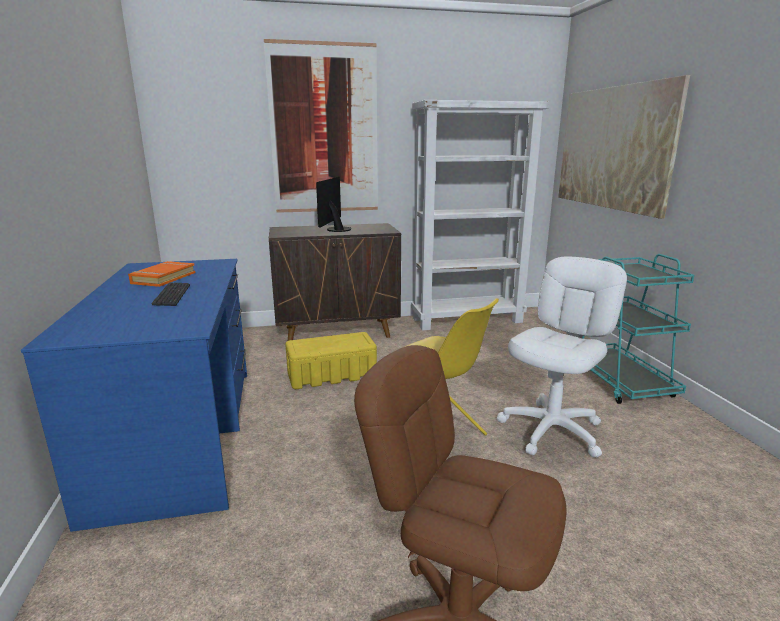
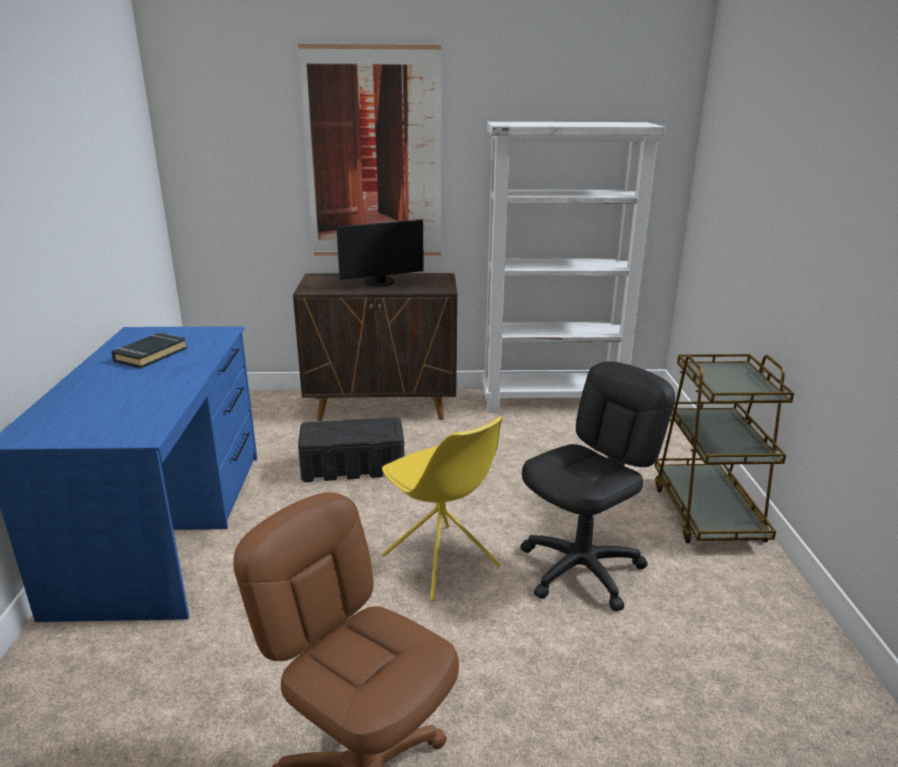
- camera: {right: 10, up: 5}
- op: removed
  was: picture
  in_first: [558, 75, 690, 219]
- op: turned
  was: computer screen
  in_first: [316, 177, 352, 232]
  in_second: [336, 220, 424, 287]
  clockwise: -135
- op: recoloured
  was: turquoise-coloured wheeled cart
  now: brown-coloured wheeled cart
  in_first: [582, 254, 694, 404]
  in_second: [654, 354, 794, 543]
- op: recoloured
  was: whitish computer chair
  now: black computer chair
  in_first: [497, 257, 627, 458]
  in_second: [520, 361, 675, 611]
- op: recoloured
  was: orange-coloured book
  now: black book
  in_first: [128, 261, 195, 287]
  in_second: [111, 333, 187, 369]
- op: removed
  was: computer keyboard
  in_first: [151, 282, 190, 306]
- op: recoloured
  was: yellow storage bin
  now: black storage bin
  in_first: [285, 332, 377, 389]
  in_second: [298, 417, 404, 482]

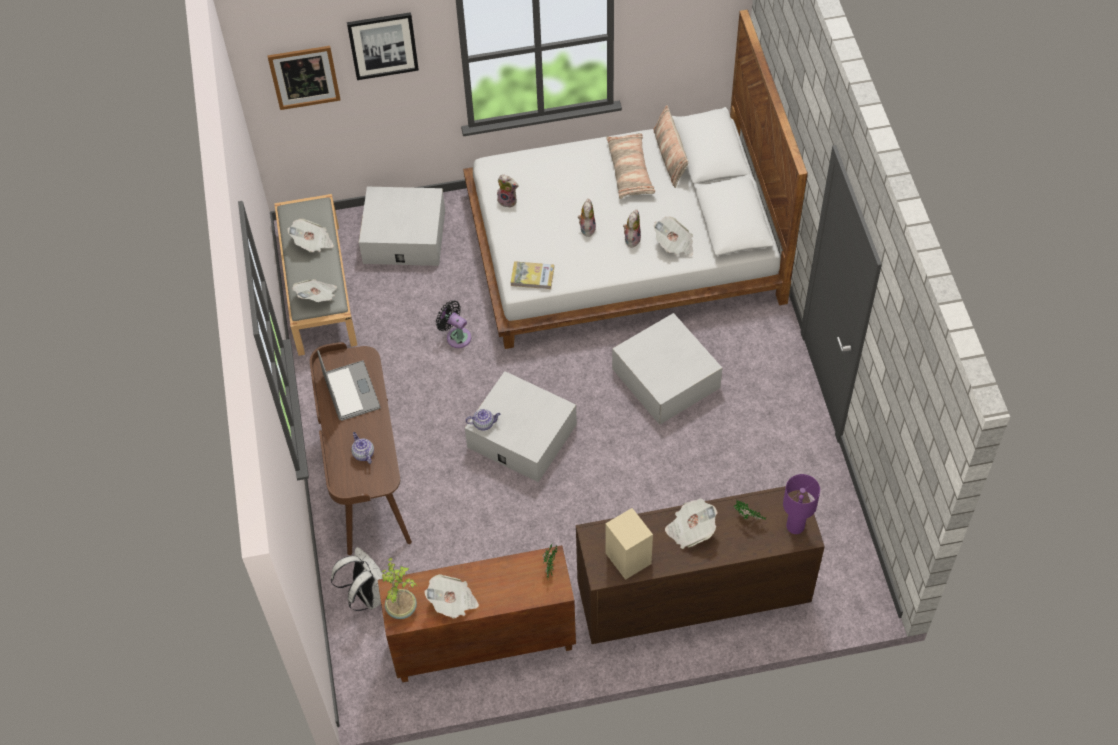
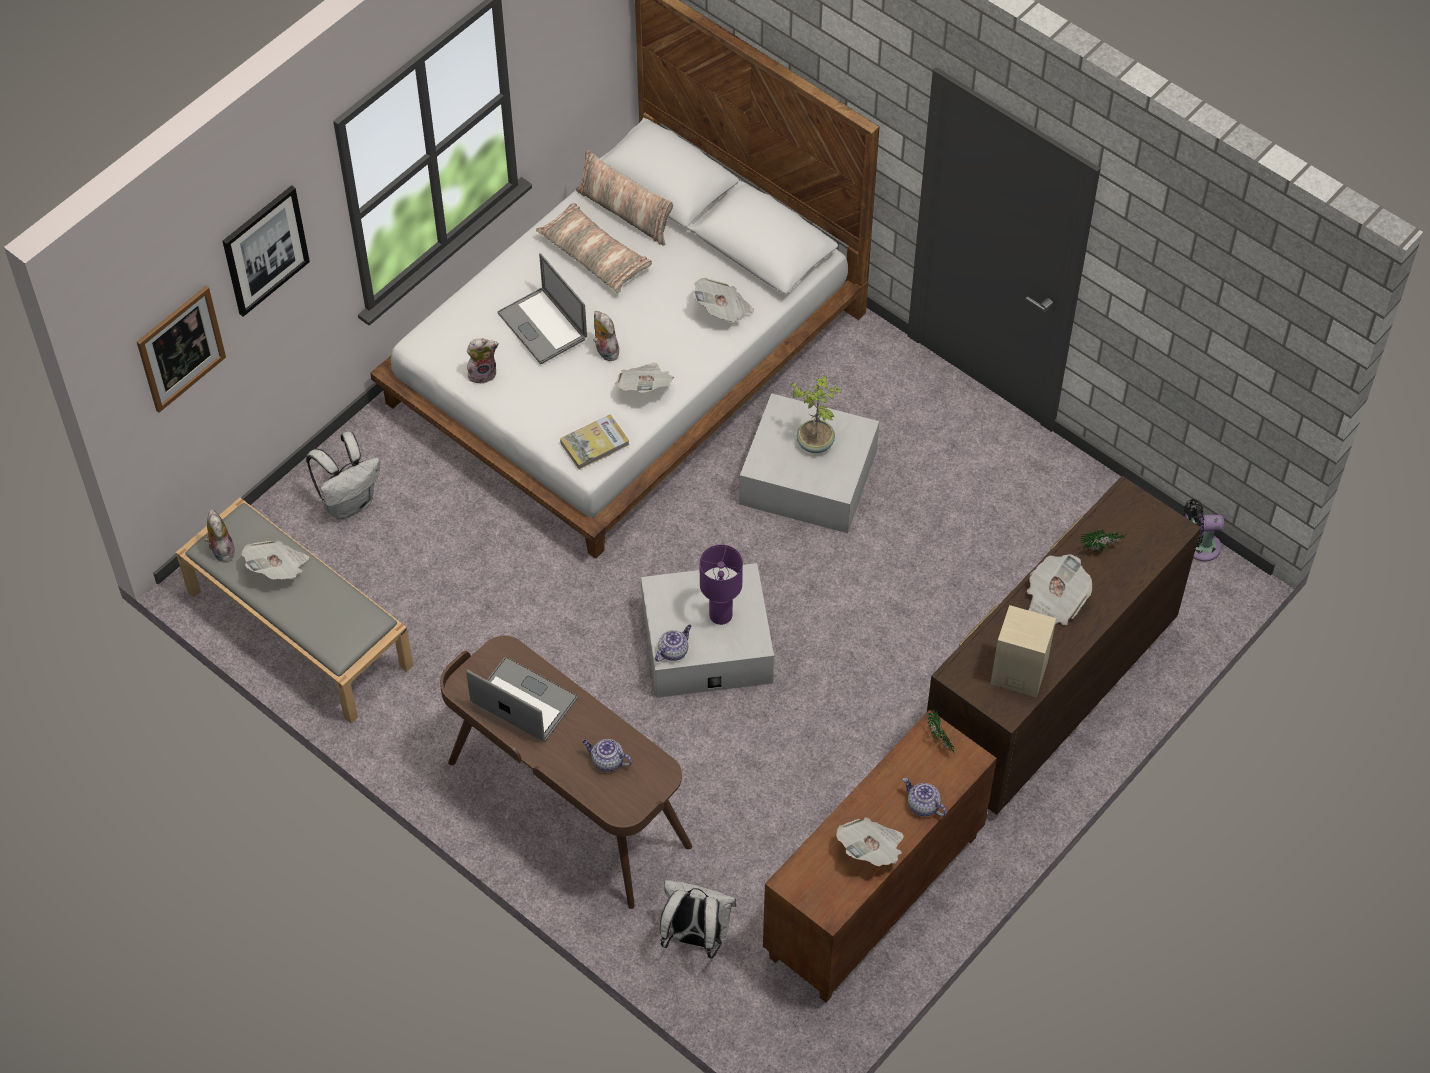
- camera: {right: -40, up: 0}
- op: replaced
  was: whitish storage bin
  now: whitish backpack
  in_first: [359, 187, 445, 266]
  in_second: [306, 432, 380, 519]
- op: moved
  was: plush toy
  in_first: [623, 210, 641, 248]
  in_second: [204, 509, 235, 562]
- op: moved
  was: printed paper
  in_first: [292, 279, 337, 302]
  in_second: [616, 363, 674, 393]
- op: moved
  was: black cooling fan
  in_first: [436, 300, 471, 348]
  in_second: [1184, 499, 1224, 562]
- op: moved
  was: purple lamp for a table
  in_first: [783, 474, 820, 534]
  in_second: [700, 545, 743, 625]
- op: moved
  was: houseplant
  in_first: [382, 558, 417, 619]
  in_second: [791, 376, 842, 453]
- op: added
  now: notebook computer
  in_second: [497, 253, 587, 364]
- op: added
  now: tea pot
  in_second: [903, 778, 947, 817]

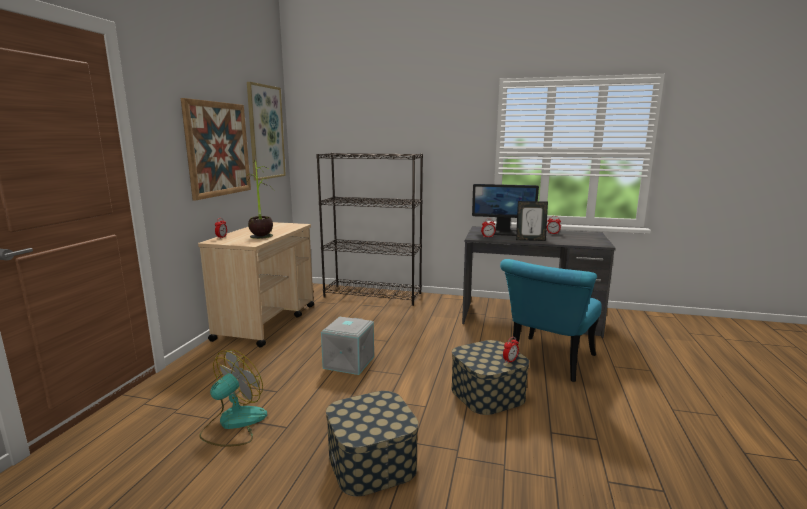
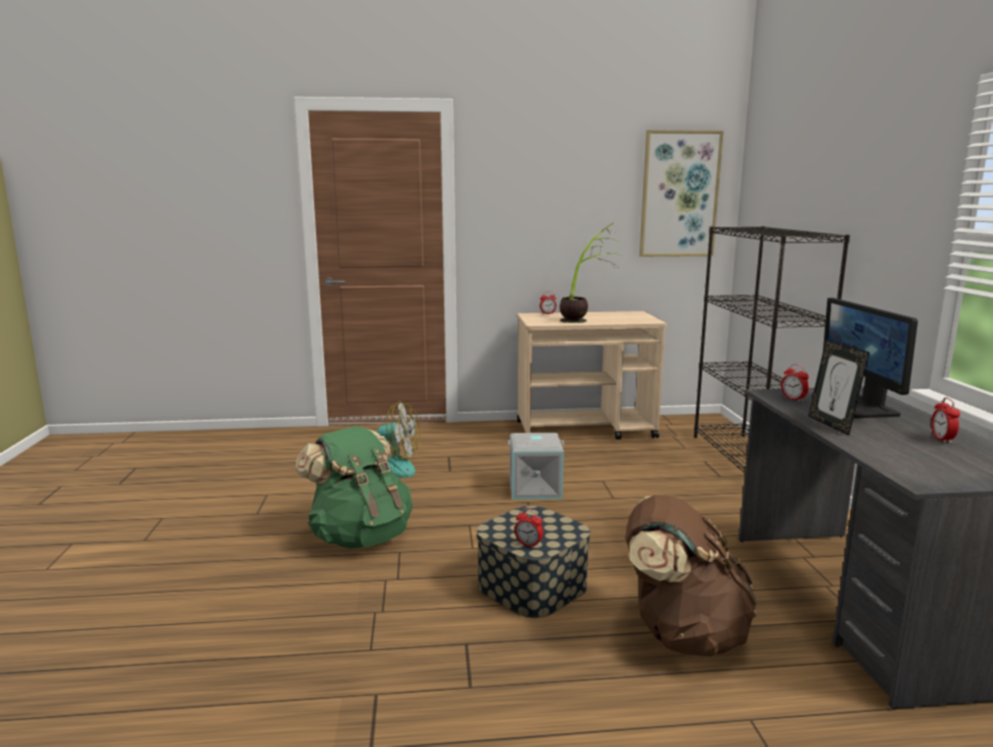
- camera: {right: 70, up: 0}
- op: removed
  was: picture
  in_first: [181, 98, 251, 200]
- op: replaced
  was: turquoise-coloured upright chair
  now: brown-coloured backpack
  in_first: [500, 259, 602, 382]
  in_second: [625, 495, 757, 656]
- op: replaced
  was: storage bin
  now: green backpack
  in_first: [326, 391, 418, 496]
  in_second: [295, 426, 413, 549]

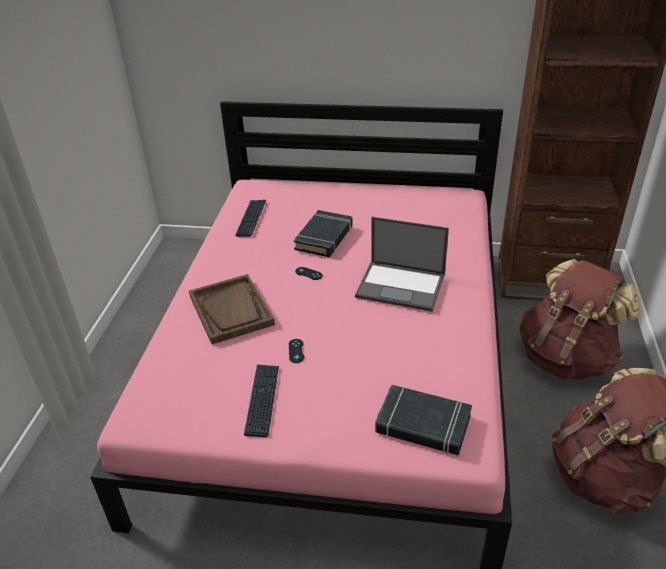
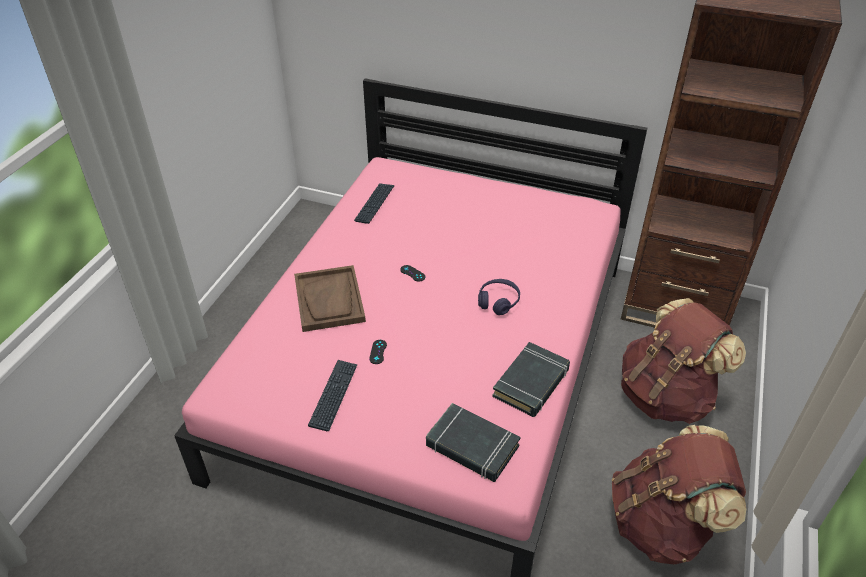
- camera: {right: 10, up: 5}
- op: moved
  was: black book
  in_first: [294, 210, 353, 257]
  in_second: [492, 342, 570, 417]
- op: replaced
  was: notebook computer
  now: purple pair of headphones
  in_first: [355, 217, 449, 312]
  in_second: [478, 279, 520, 315]

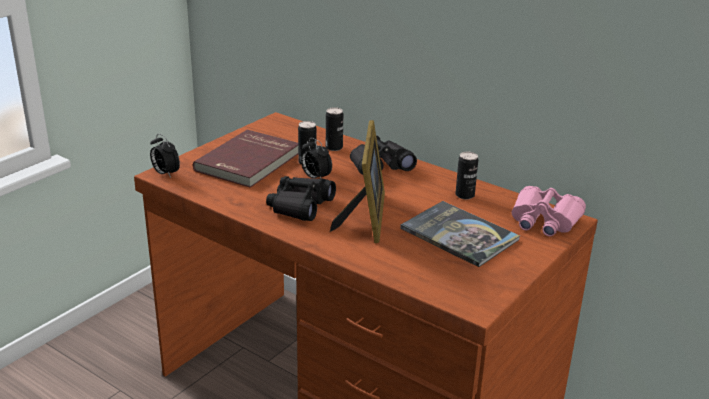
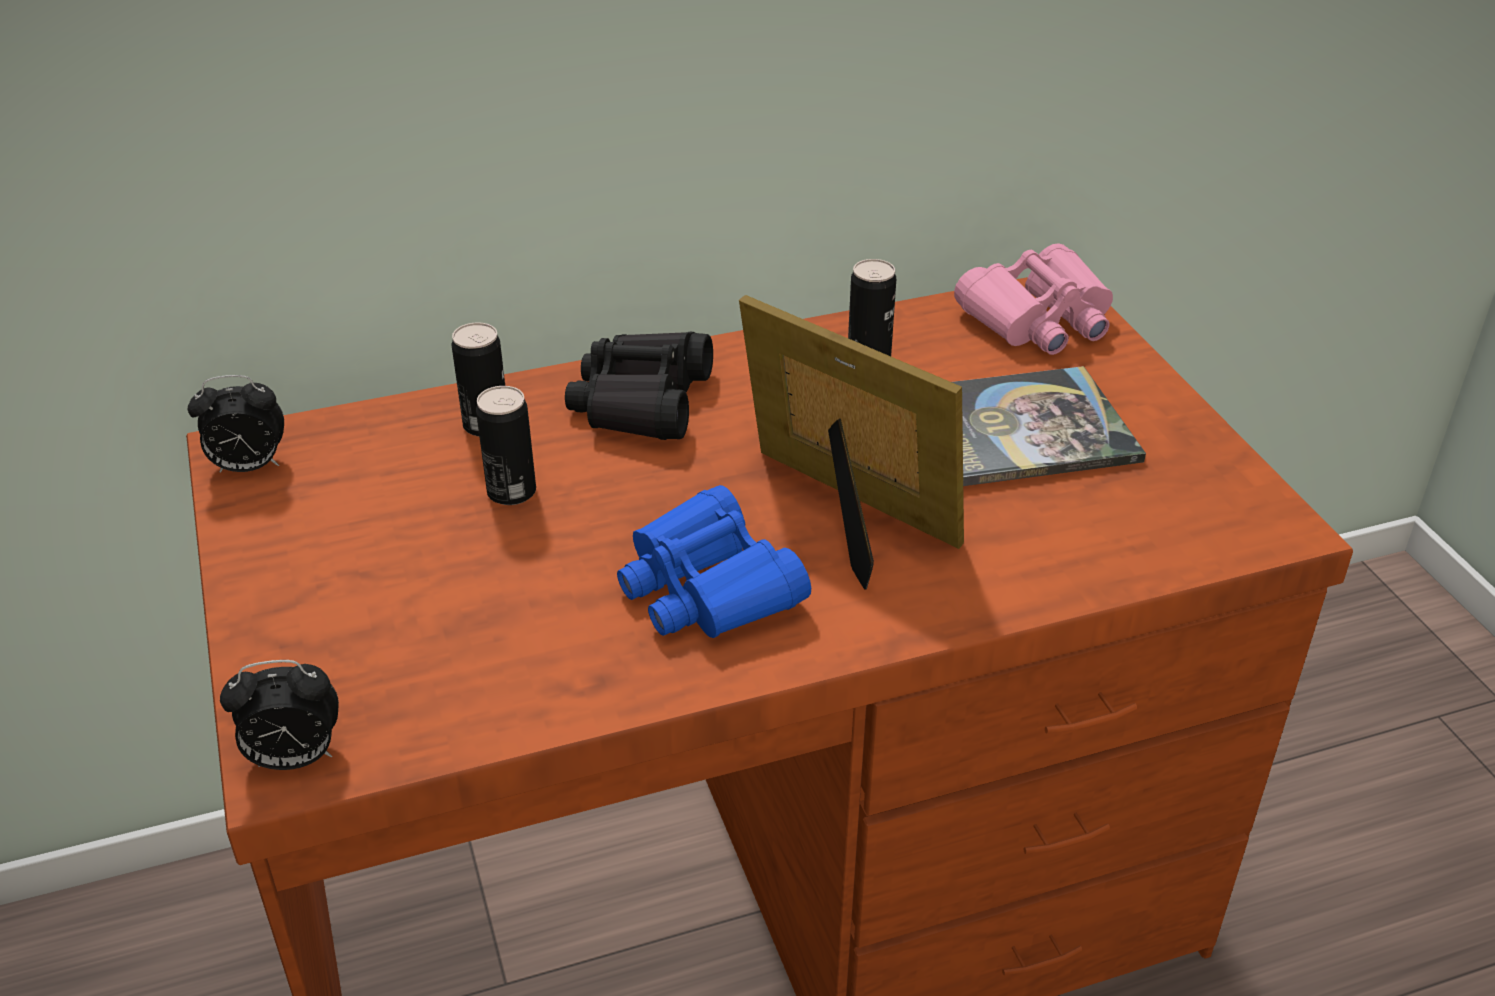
- camera: {right: -55, up: 10}
- op: removed
  was: red book
  in_first: [193, 130, 298, 188]
- op: moved
  was: bedside clock
  in_first: [301, 138, 332, 179]
  in_second: [188, 375, 284, 472]
- op: recoloured
  was: black pair of binoculars
  now: blue-coloured pair of binoculars
  in_first: [266, 176, 336, 221]
  in_second: [617, 485, 811, 638]

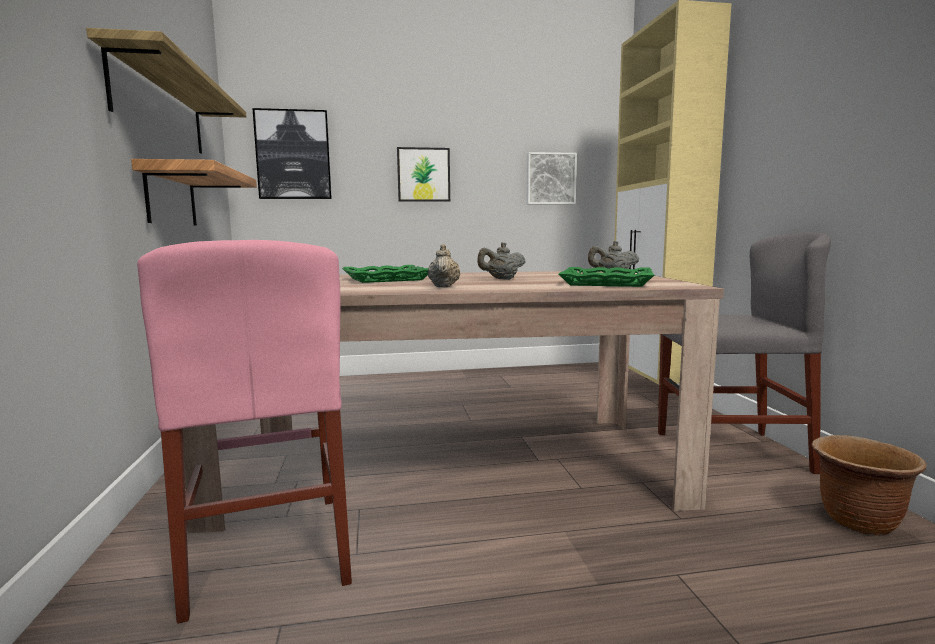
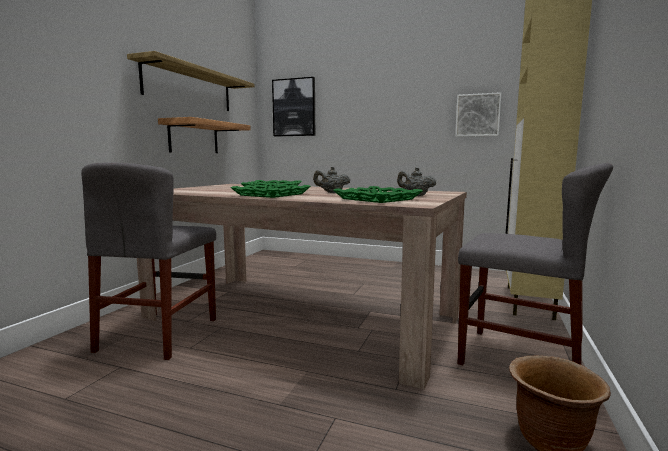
- camera: {right: 30, up: 0}
- op: removed
  was: picture
  in_first: [397, 147, 450, 202]
- op: recoloured
  was: pink-coloured upright chair
  now: gray upright chair
  in_first: [137, 240, 352, 624]
  in_second: [81, 163, 216, 360]
- op: replaced
  was: sand-coloured tea pot
  now: green serving tray
  in_first: [428, 244, 460, 287]
  in_second: [231, 183, 311, 198]

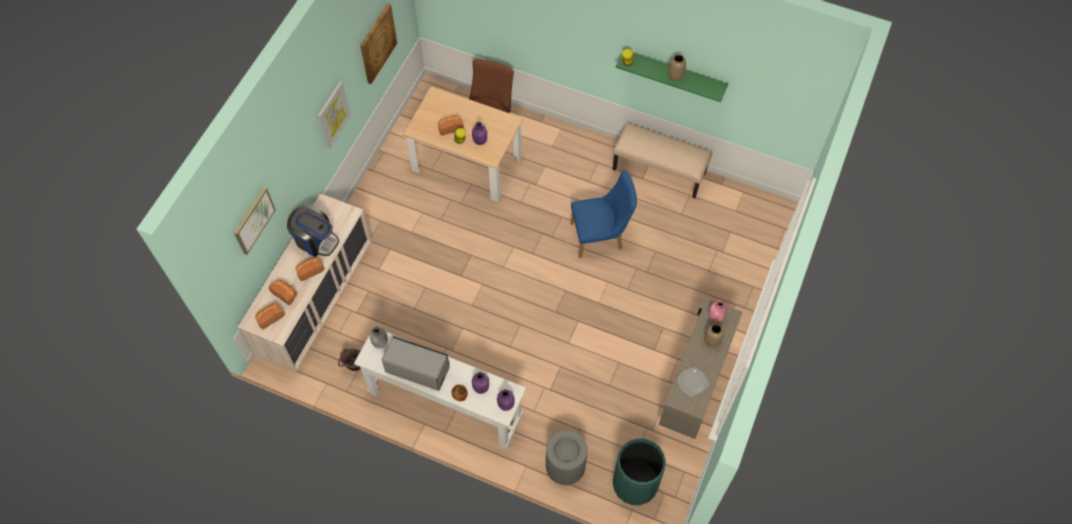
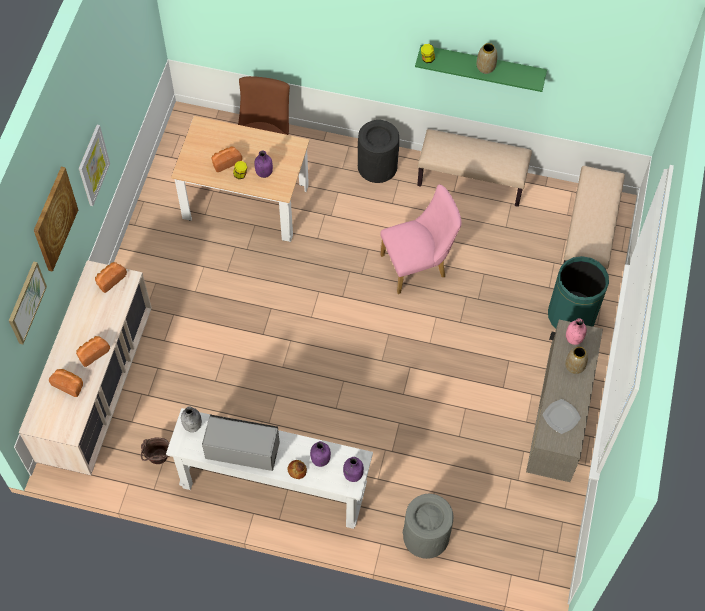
- camera: {right: -10, up: 0}
- op: moved
  was: picture
  in_first: [360, 3, 397, 84]
  in_second: [34, 167, 78, 272]
- op: recoloured
  was: blue-coloured upright chair
  now: pink-coloured upright chair
  in_first: [571, 170, 637, 258]
  in_second: [380, 184, 461, 294]
- op: removed
  was: coffee maker
  in_first: [287, 204, 340, 257]
- op: moved
  was: bread
  in_first: [255, 303, 285, 329]
  in_second: [95, 262, 127, 293]
- op: moved
  was: green trash can
  in_first: [613, 438, 666, 505]
  in_second: [548, 256, 609, 329]
- op: added
  now: black trash can
  in_second: [358, 120, 399, 183]
- op: added
  now: sand-coloured indoor bench
  in_second: [563, 166, 625, 269]

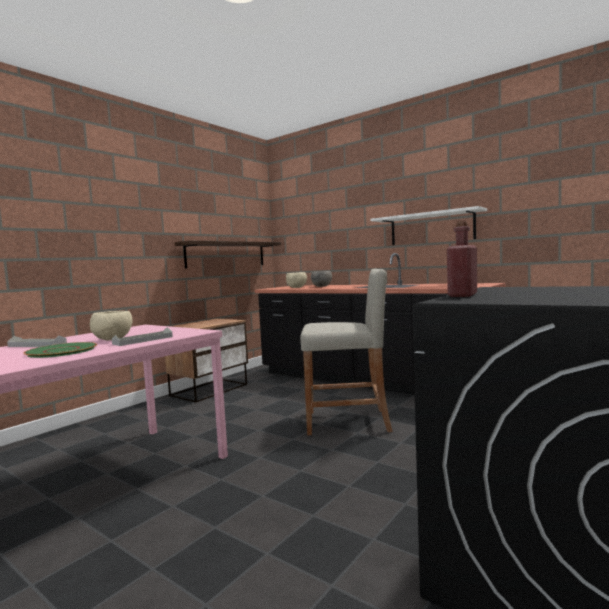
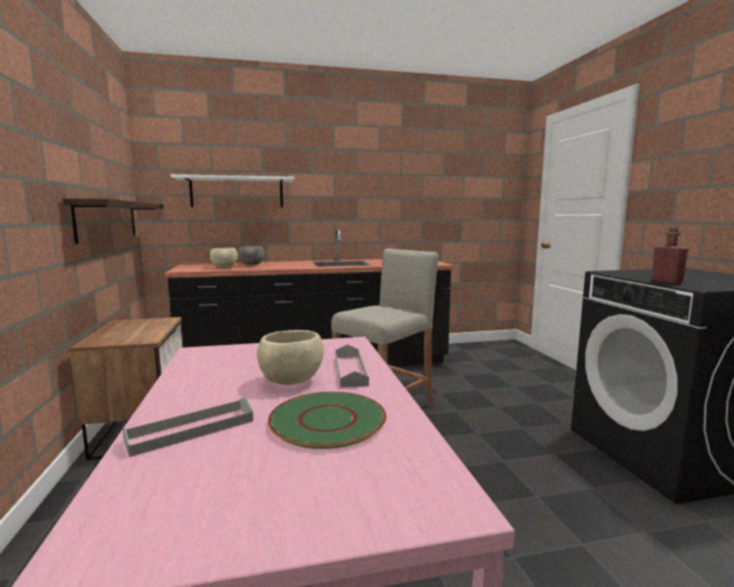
- camera: {right: -50, up: 5}
- op: moved
  was: whitish wall shelf
  in_first: [371, 206, 487, 245]
  in_second: [171, 174, 294, 207]

